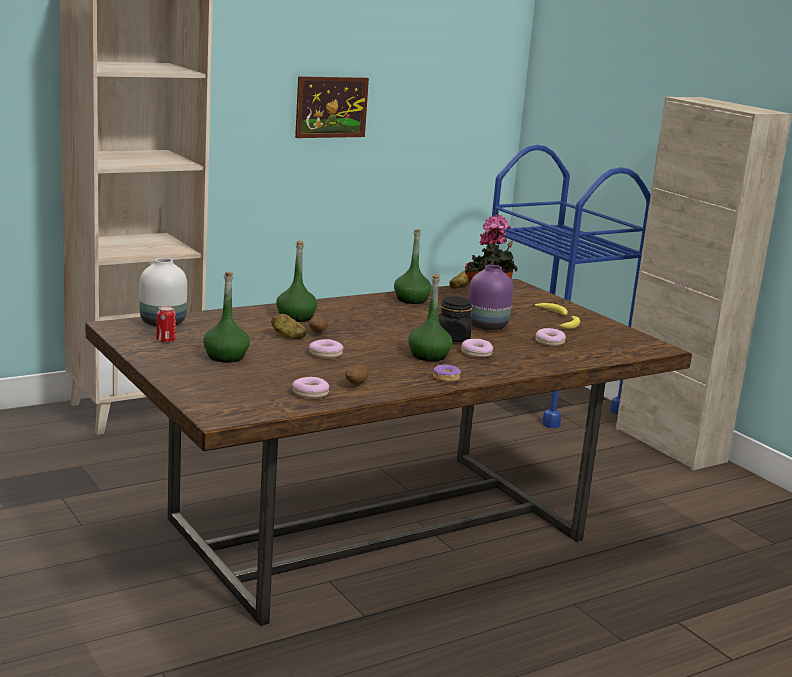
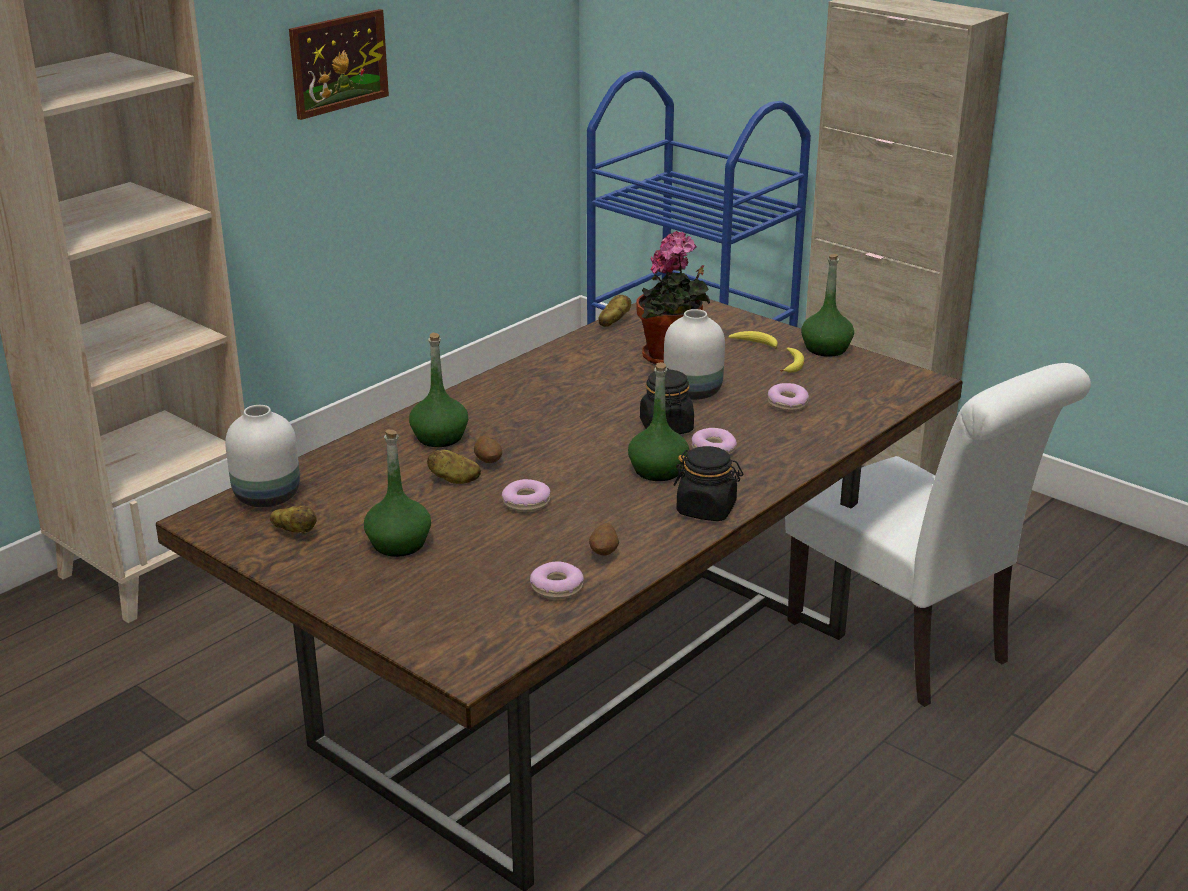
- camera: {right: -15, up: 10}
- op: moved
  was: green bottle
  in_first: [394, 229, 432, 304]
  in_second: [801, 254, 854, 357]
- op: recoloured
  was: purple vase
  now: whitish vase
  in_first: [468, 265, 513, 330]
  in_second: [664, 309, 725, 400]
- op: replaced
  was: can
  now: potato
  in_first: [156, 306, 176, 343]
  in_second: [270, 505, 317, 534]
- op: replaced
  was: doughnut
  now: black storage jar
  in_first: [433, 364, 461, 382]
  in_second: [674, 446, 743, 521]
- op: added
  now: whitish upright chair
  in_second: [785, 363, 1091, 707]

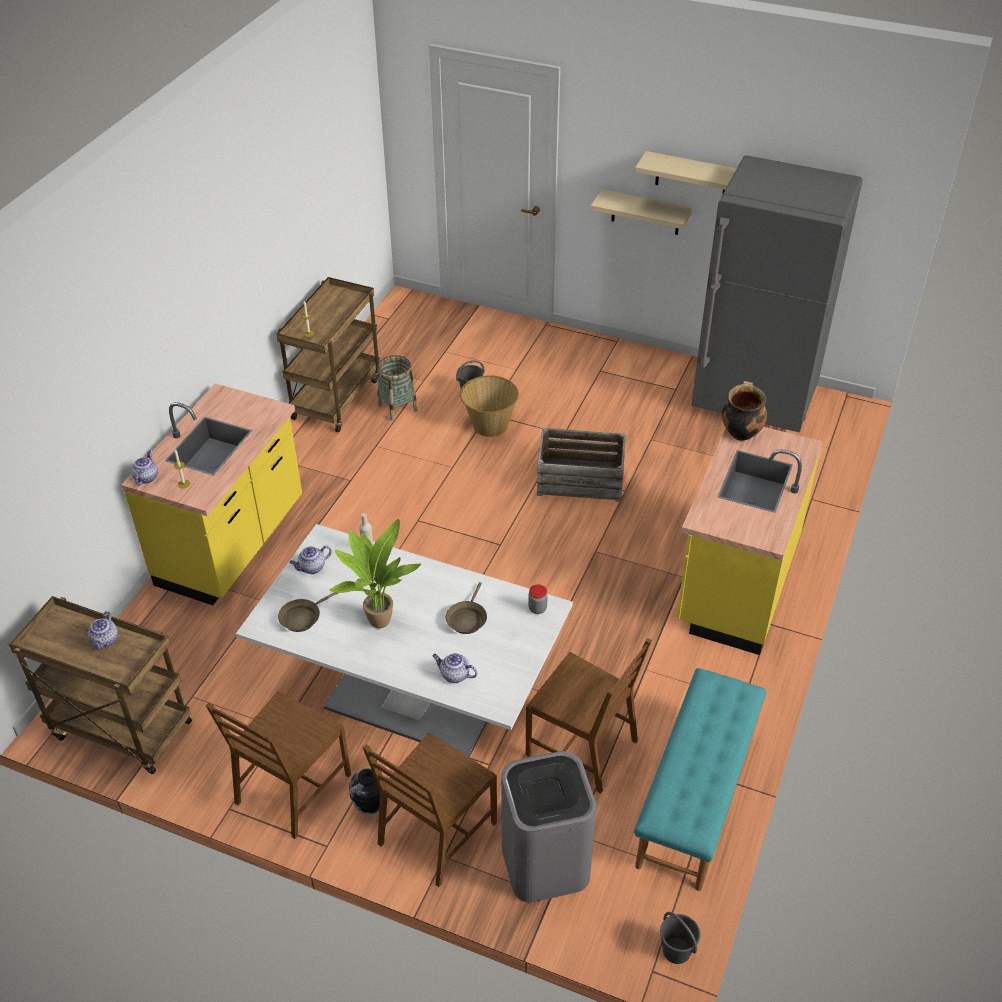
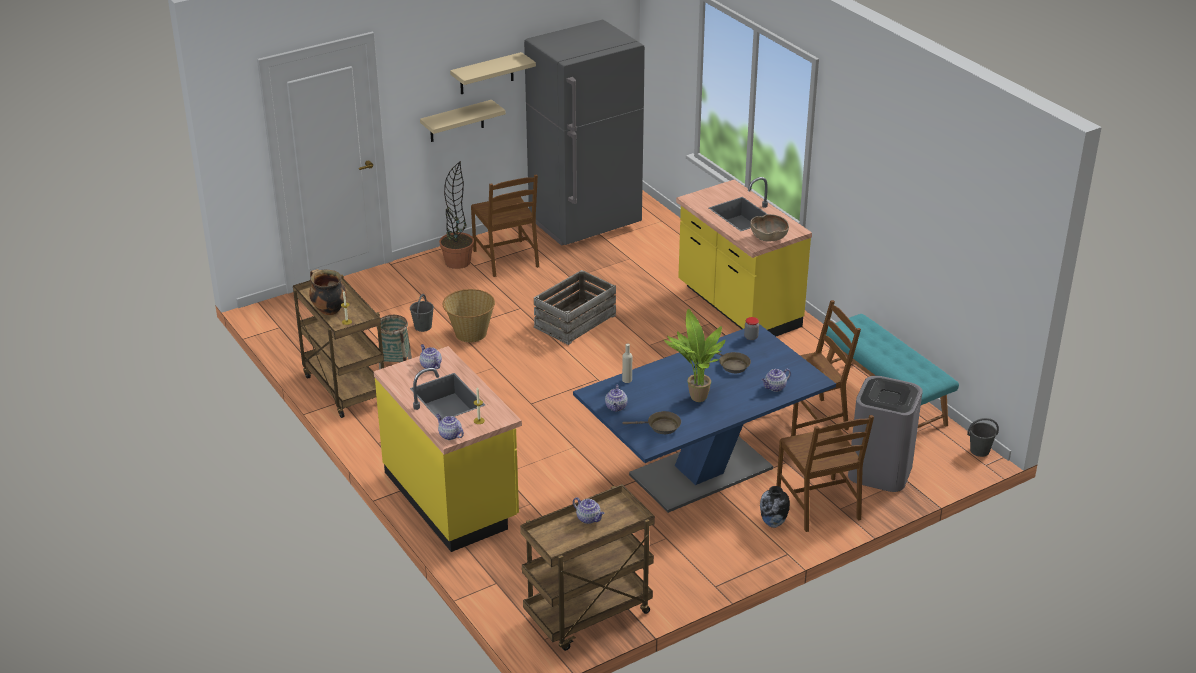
- camera: {right: -55, up: -10}
- op: moved
  was: saucepot
  in_first: [722, 381, 767, 441]
  in_second: [309, 269, 347, 315]
- op: recoloured
  was: whitish dinner table
  now: blue-coloured dinner table
  in_first: [236, 524, 573, 757]
  in_second: [573, 324, 836, 513]
- op: turned
  was: brown-coloured skillet
  in_first: [278, 592, 338, 632]
  in_second: [622, 411, 681, 434]
  clockwise: -75
- op: moved
  was: brown-coloured upright chair
  in_first: [206, 691, 351, 839]
  in_second: [471, 174, 539, 277]
- op: added
  now: houseplant
  in_second: [439, 161, 474, 269]
- op: added
  now: brown-coloured bowl
  in_second: [750, 214, 789, 242]
- op: added
  now: tea pot
  in_second: [420, 344, 442, 369]

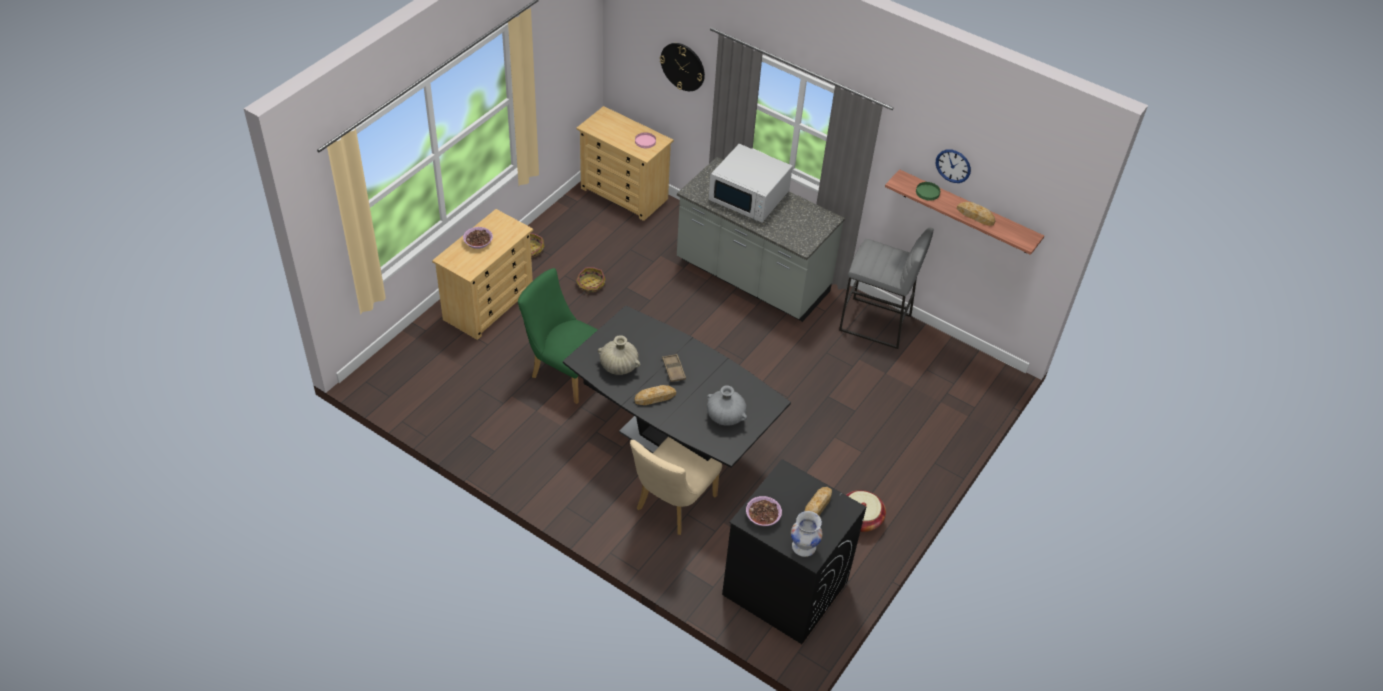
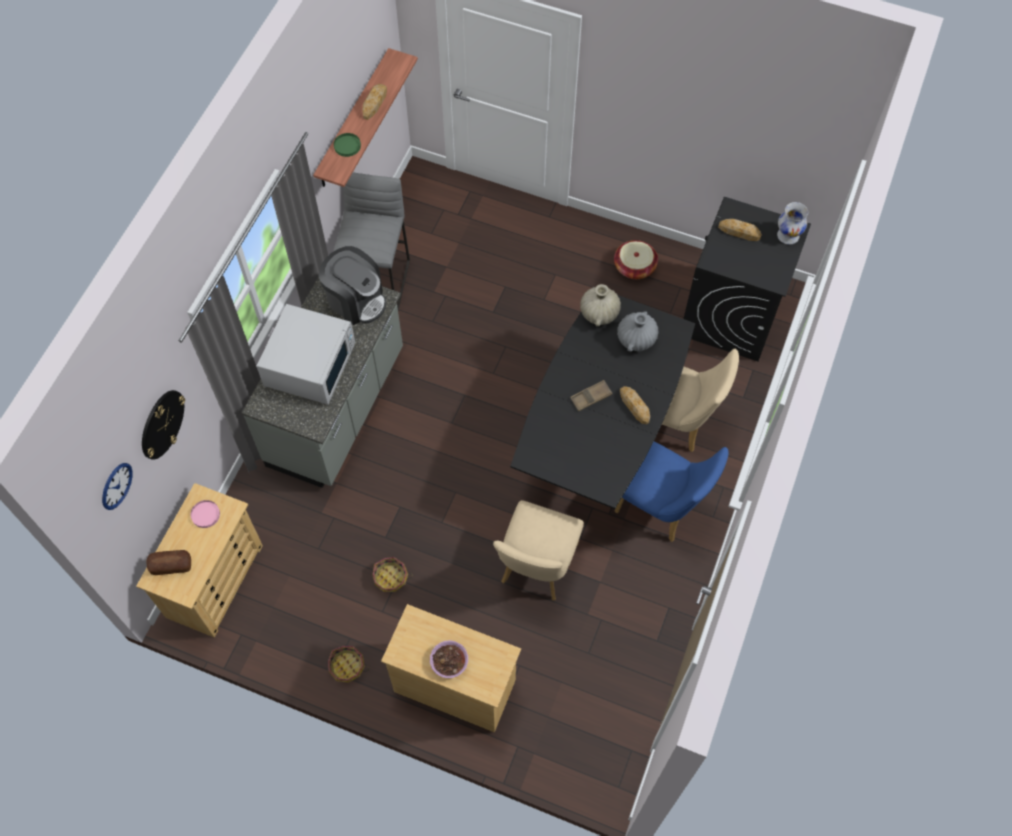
- camera: {right: -100, up: 15}
- op: moved
  was: wall clock
  in_first: [936, 149, 971, 183]
  in_second: [102, 463, 133, 510]
- op: recoloured
  was: green upright chair
  now: sand-coloured upright chair
  in_first: [518, 268, 598, 404]
  in_second: [493, 500, 584, 600]
- op: moved
  was: sand-coloured vase
  in_first: [598, 335, 640, 375]
  in_second: [580, 284, 621, 327]
- op: removed
  was: bowl
  in_first: [746, 496, 782, 526]
- op: added
  now: coffee maker
  in_second: [319, 246, 386, 325]
- op: added
  now: blue-coloured upright chair
  in_second: [614, 441, 729, 542]
- op: added
  now: bread
  in_second: [147, 550, 191, 575]

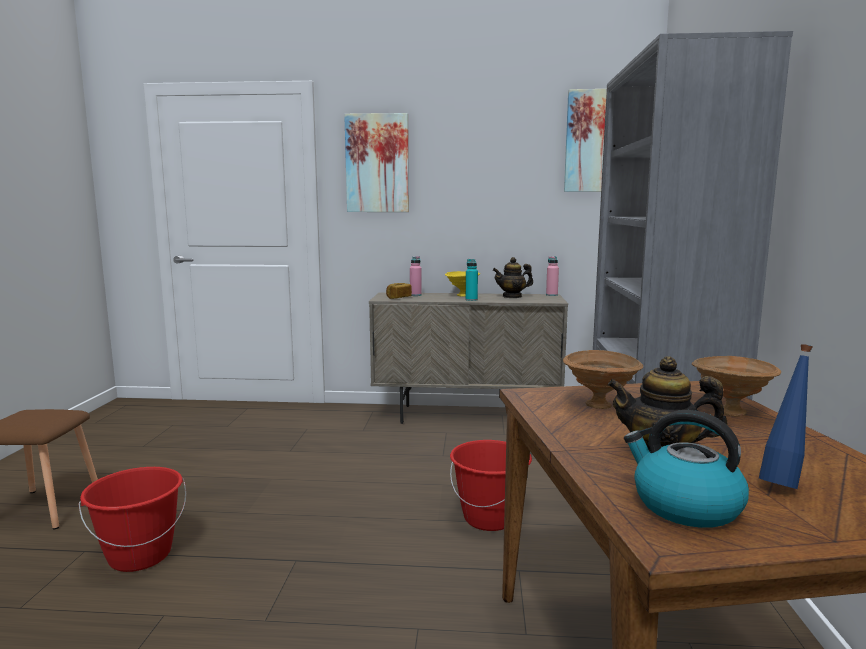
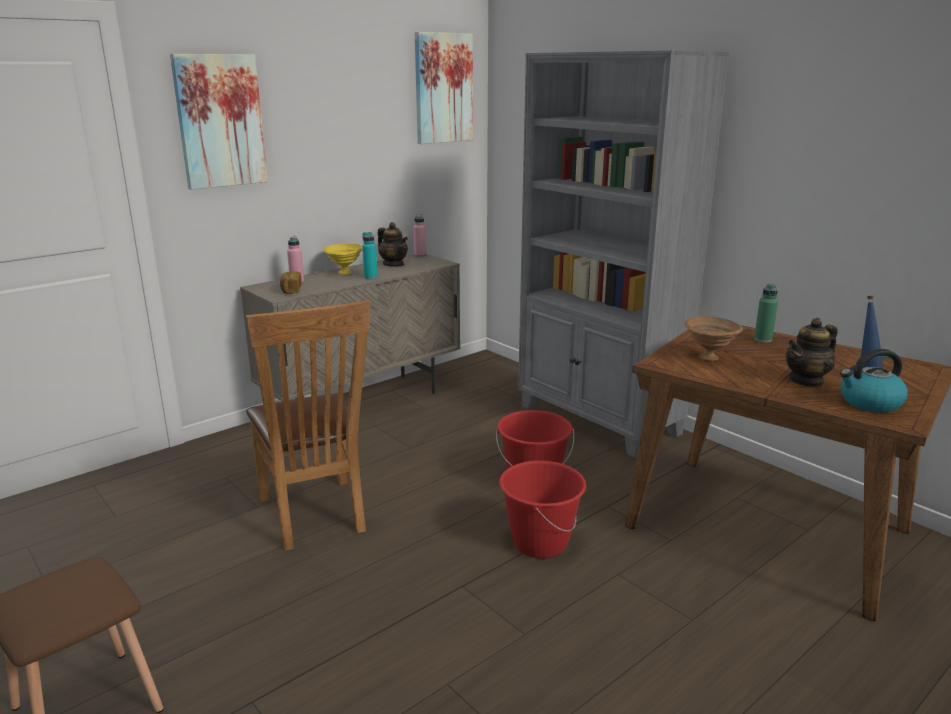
- camera: {right: -45, up: 10}
- op: turned
  was: tea pot
  in_first: [493, 257, 533, 298]
  in_second: [377, 222, 408, 267]
  clockwise: -75
- op: replaced
  was: brown-coloured bowl
  now: green bottle
  in_first: [692, 356, 781, 417]
  in_second: [754, 284, 778, 343]
- op: moved
  was: red bucket
  in_first: [78, 467, 186, 572]
  in_second: [499, 461, 586, 558]
- op: added
  now: brown-coloured upright chair
  in_second: [246, 300, 371, 551]

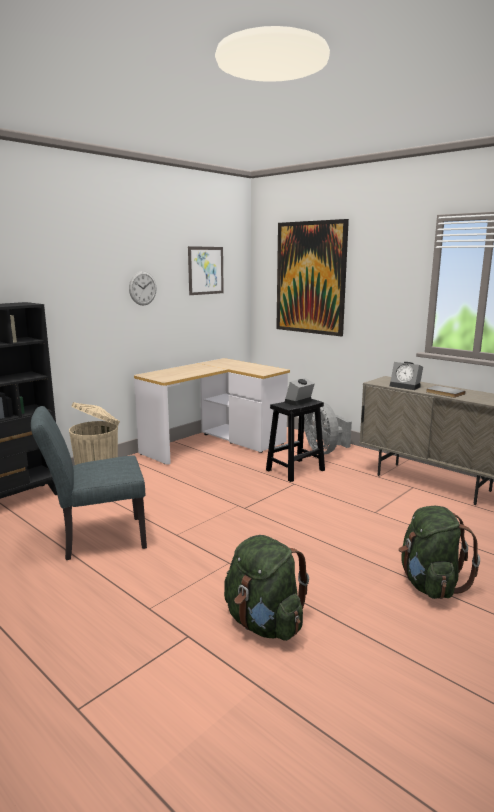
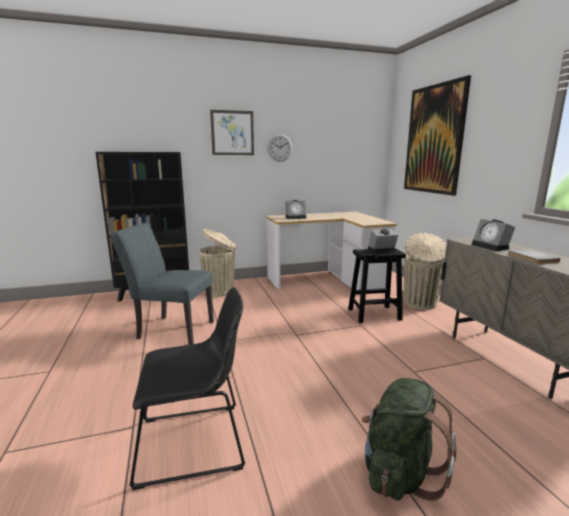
- camera: {right: 30, up: 0}
- op: moved
  was: picture
  in_first: [188, 246, 224, 295]
  in_second: [210, 110, 254, 155]
- op: replaced
  was: gray cooling fan
  now: sand-coloured trash can
  in_first: [304, 402, 352, 454]
  in_second: [404, 233, 447, 310]
- op: replaced
  was: green backpack
  now: black upright chair
  in_first: [224, 535, 309, 641]
  in_second: [129, 287, 245, 490]
- op: added
  now: bedside clock
  in_second: [285, 200, 306, 219]

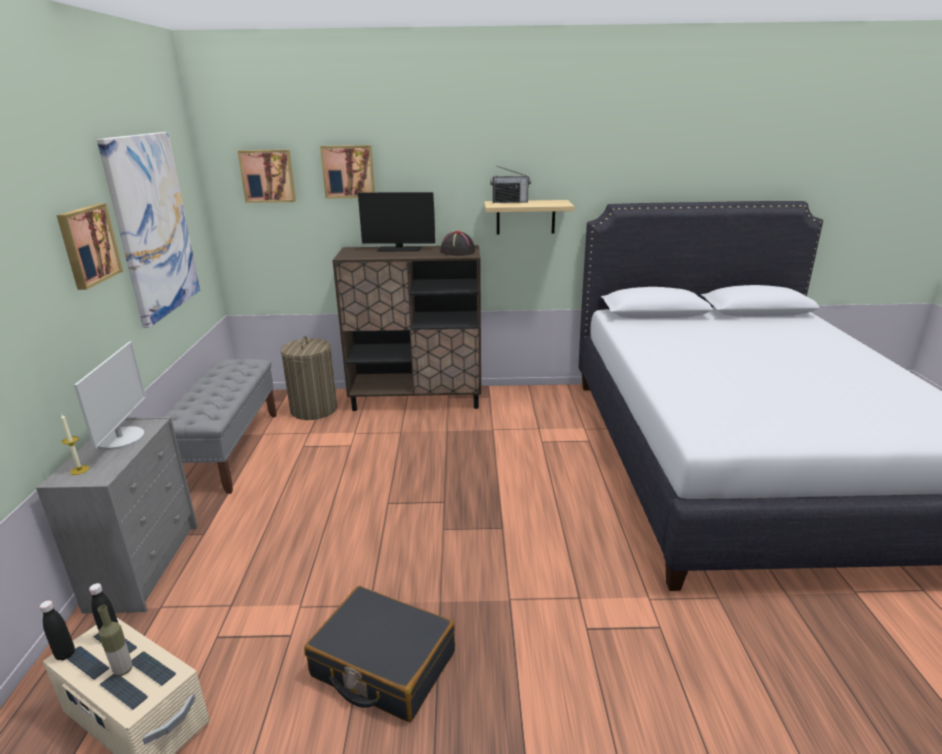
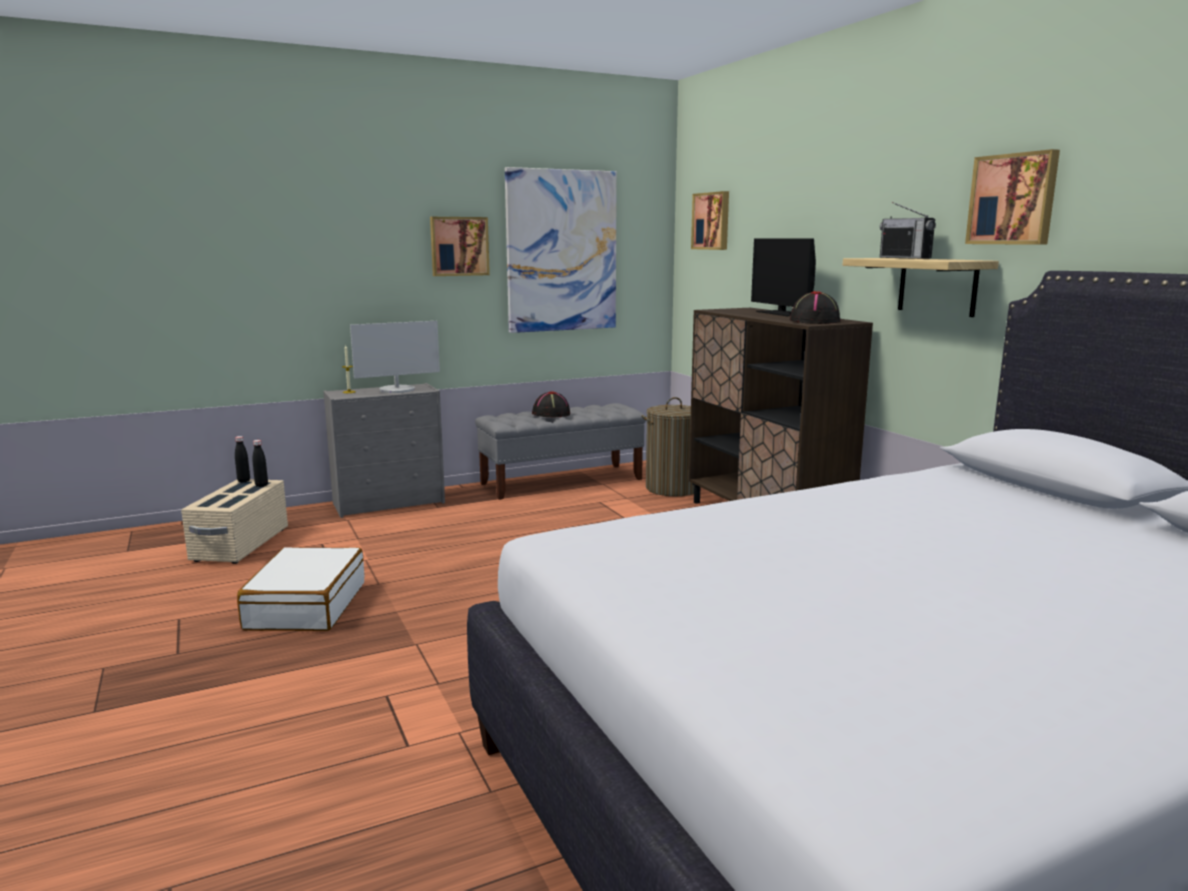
- camera: {right: 65, up: -10}
- op: moved
  was: picture
  in_first: [320, 145, 375, 199]
  in_second: [965, 149, 1060, 245]
- op: recoloured
  was: black travel case
  now: whitish travel case
  in_first: [304, 586, 455, 722]
  in_second: [237, 547, 365, 631]
- op: removed
  was: bottle
  in_first: [98, 605, 132, 676]
- op: added
  now: black wearable hat
  in_second: [532, 391, 570, 417]

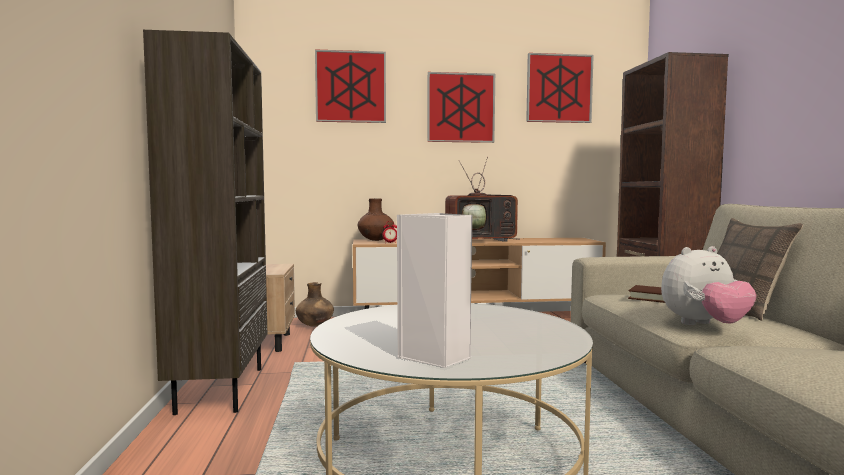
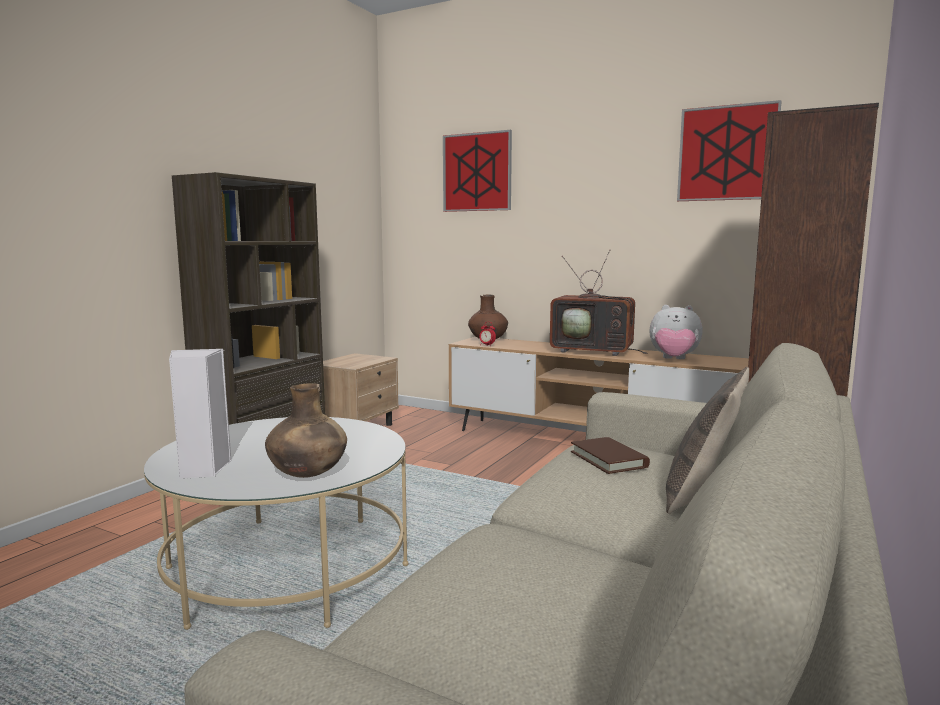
- camera: {right: 35, up: 5}
- op: removed
  was: picture
  in_first: [427, 72, 495, 143]
- op: moved
  was: plush toy
  in_first: [661, 246, 757, 325]
  in_second: [649, 305, 703, 359]
- op: moved
  was: brown-coloured vase
  in_first: [296, 282, 334, 327]
  in_second: [265, 383, 347, 478]

